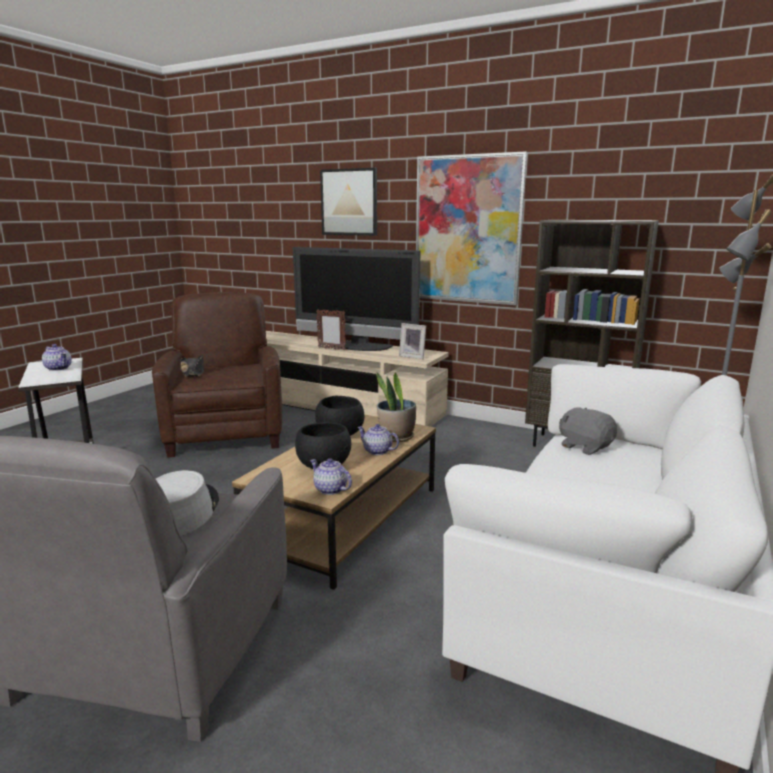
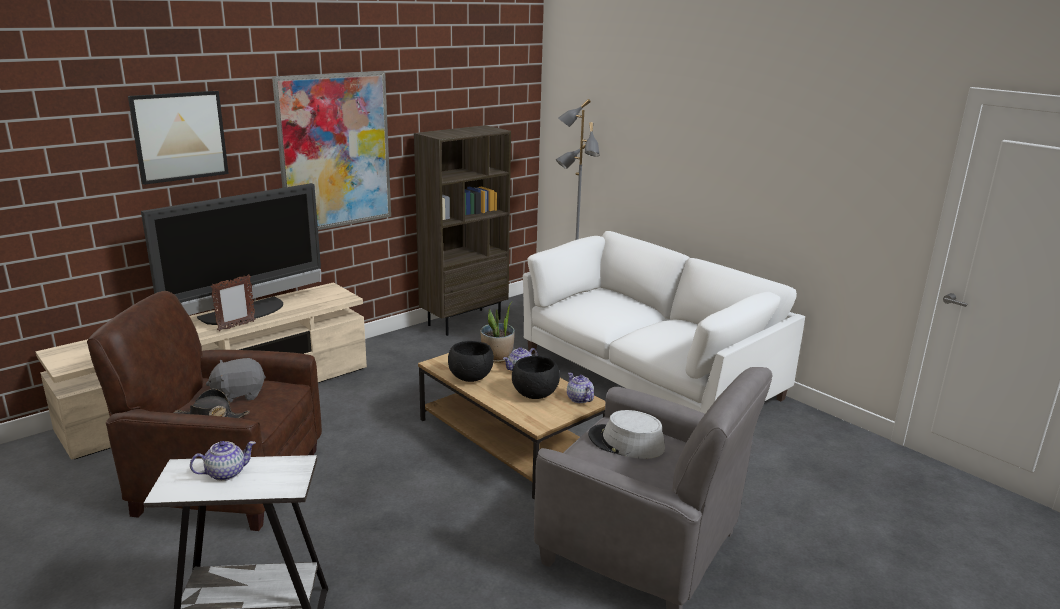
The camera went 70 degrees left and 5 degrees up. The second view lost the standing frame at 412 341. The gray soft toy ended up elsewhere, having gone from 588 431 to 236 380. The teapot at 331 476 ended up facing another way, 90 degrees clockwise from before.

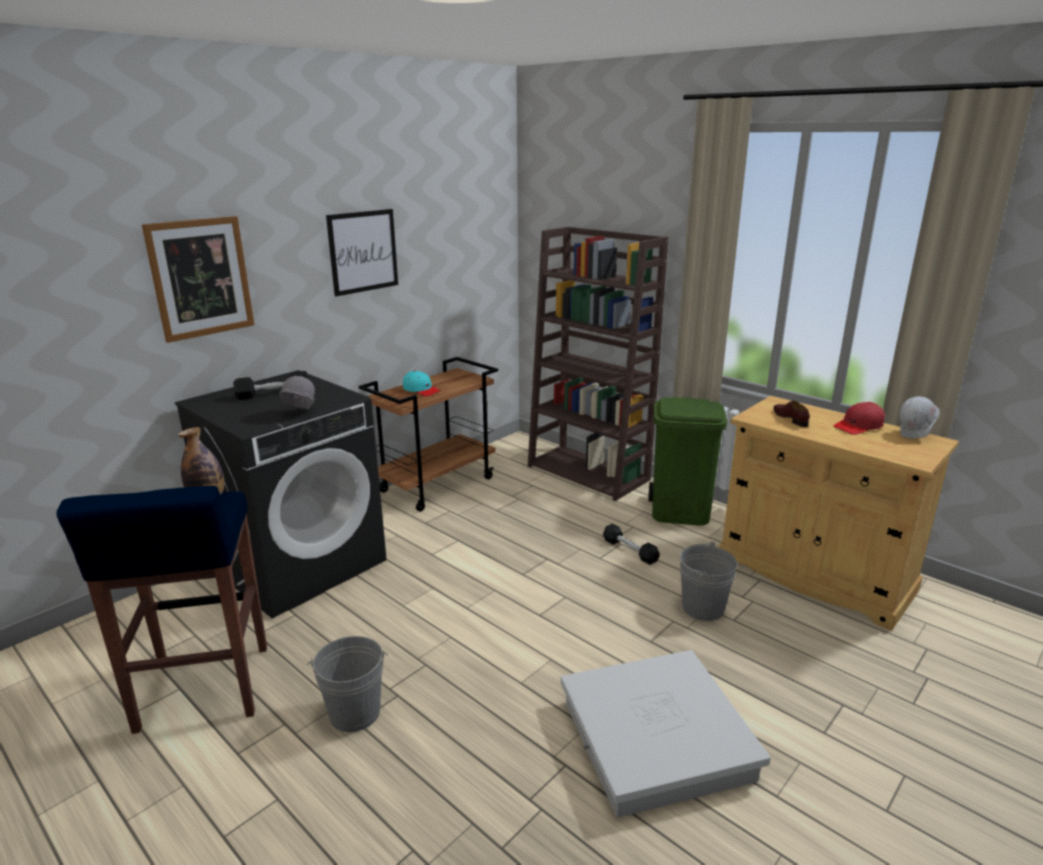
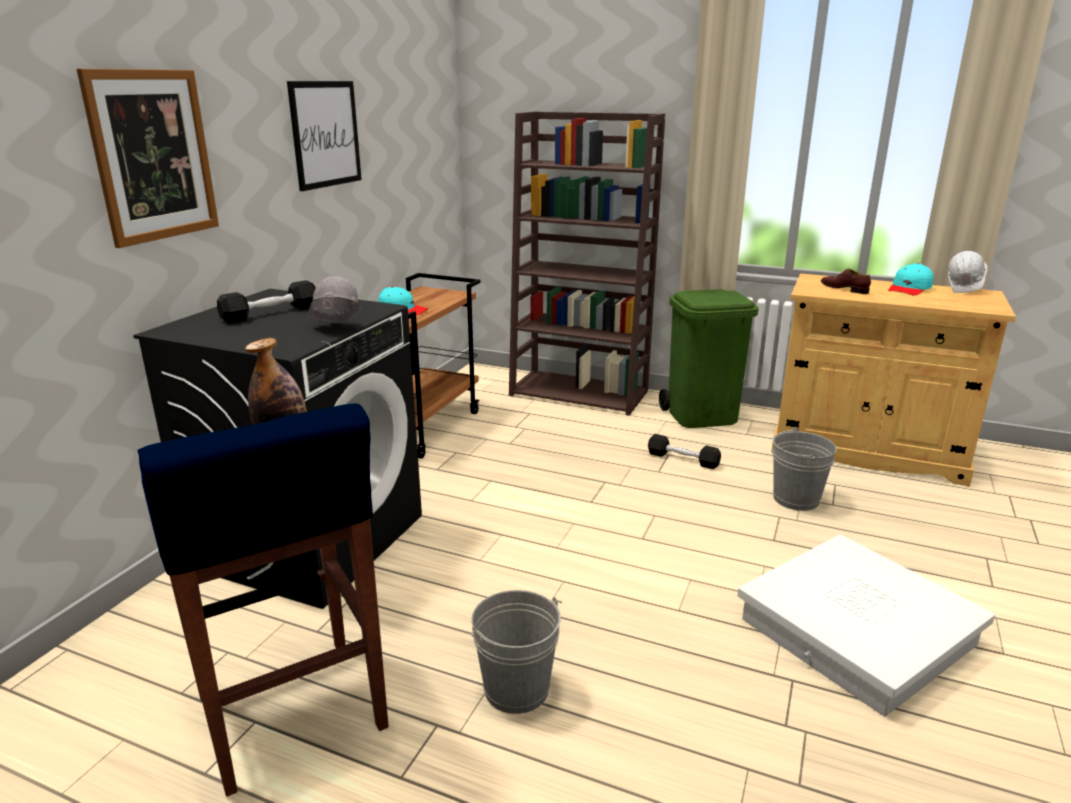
The camera went 20 degrees left and 0 degrees up. What was the red-coloured peaked cap at 859 418 turned into the blue-green peaked cap at 910 279.

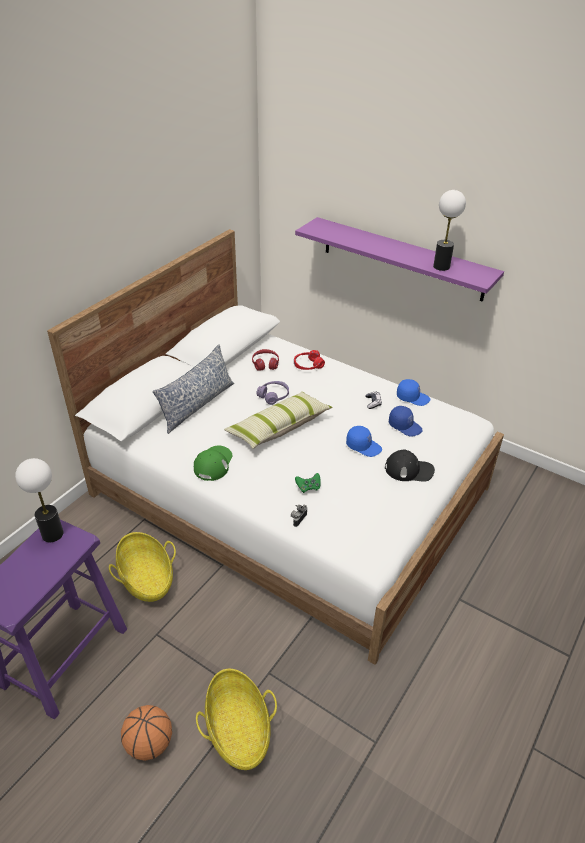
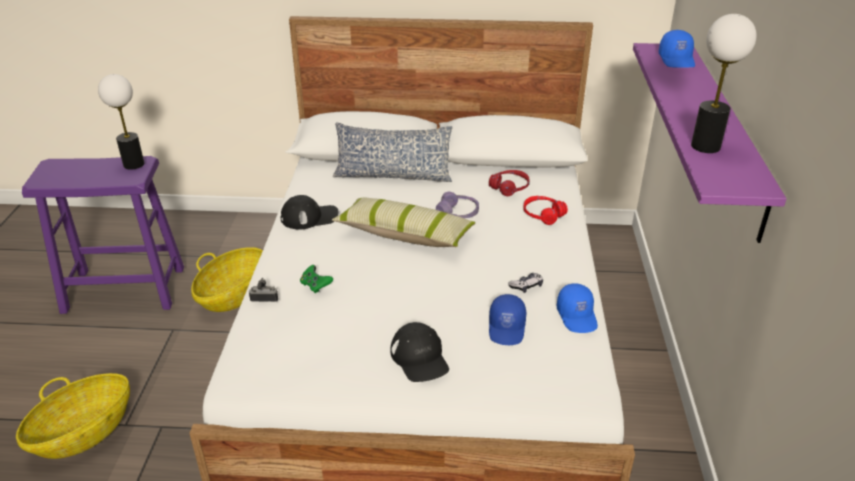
The camera went 60 degrees right and 5 degrees down. The second view lost the basketball at 146 733. The blue peaked cap ended up elsewhere, having gone from 364 441 to 677 49. What was the greenish peaked cap at 213 463 turned into the blackish peaked cap at 309 212.

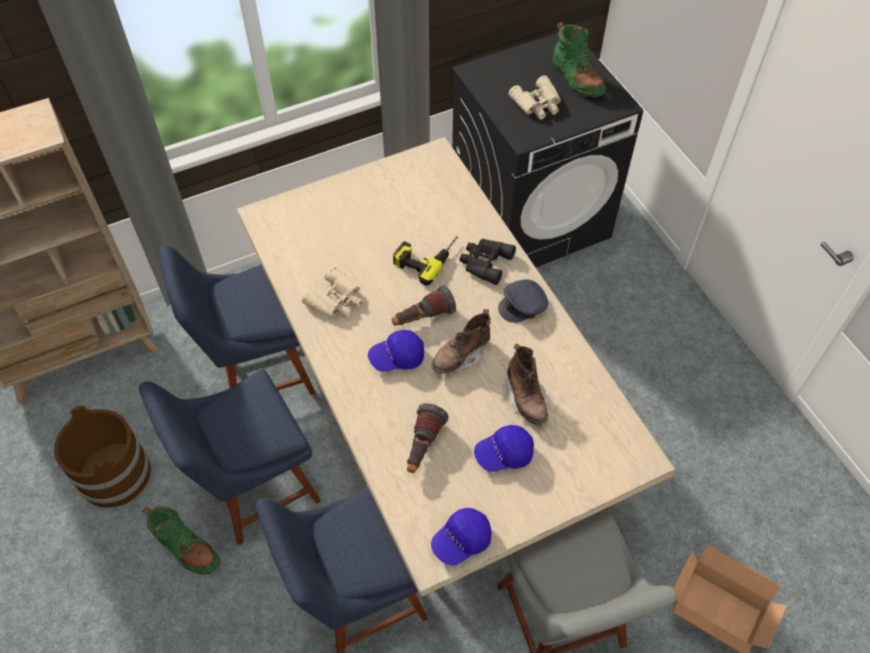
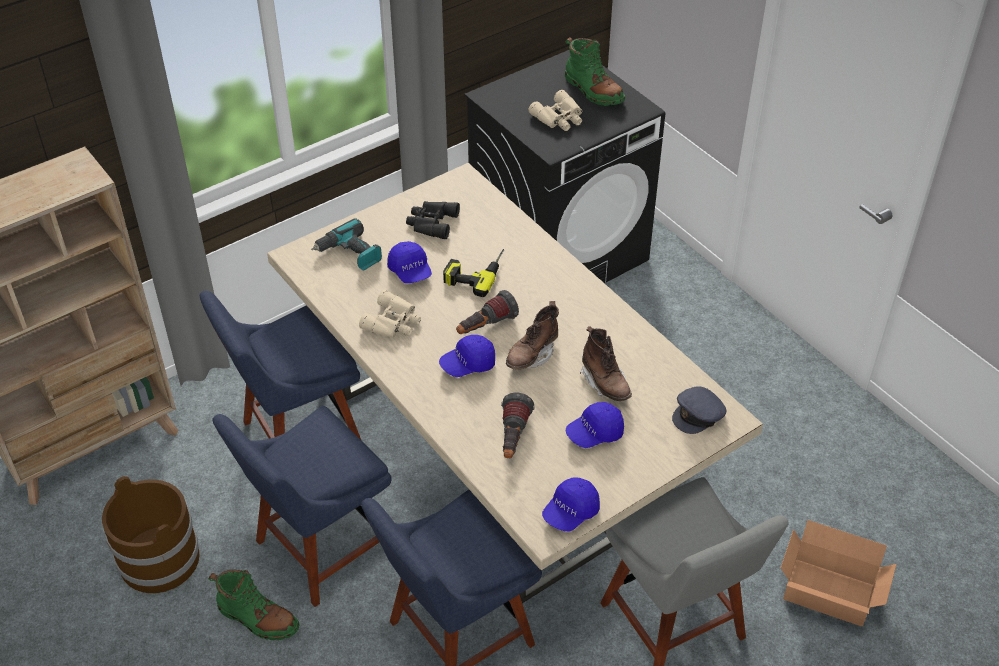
The camera went 10 degrees left and 10 degrees down. The second view gained the drill at 346 245. The second view gained the blue peaked cap at 409 262. The blackish pair of binoculars ended up elsewhere, having gone from 487 262 to 433 220. The gray peaked cap ended up elsewhere, having gone from 523 301 to 699 410.

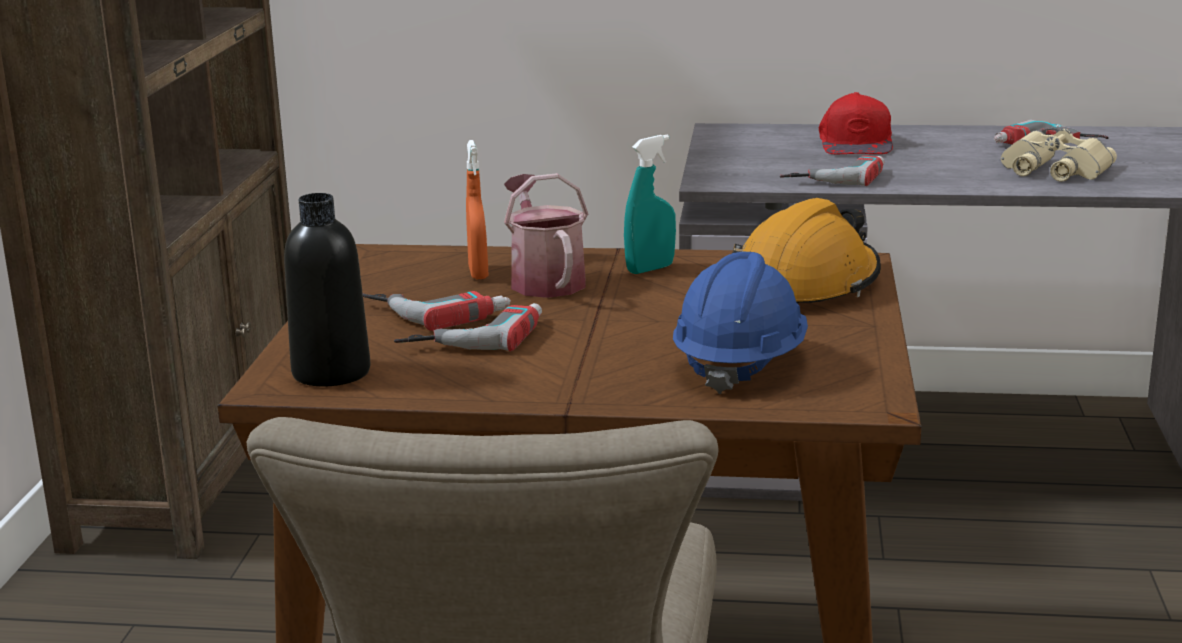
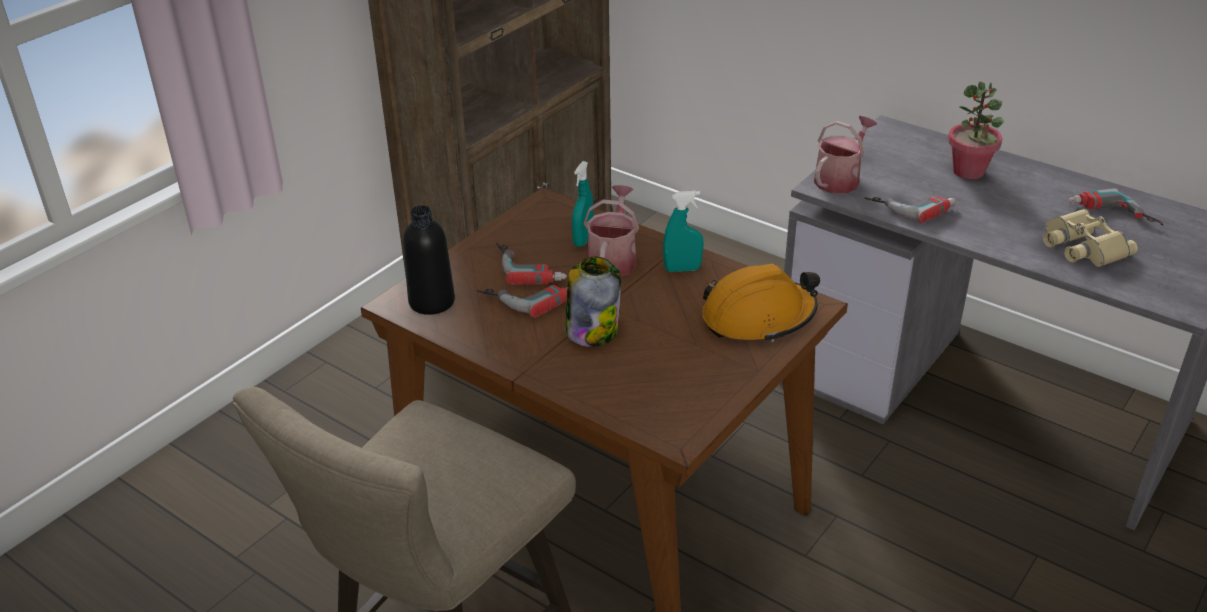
The camera went 30 degrees right and 15 degrees up. The second view lost the blue hard hat at 740 323. The second view gained the jar at 593 302. The second view gained the watering can at 845 154. Where the red-coloured peaked cap stood at 856 123, the houseplant came to stand at 976 130. What was the orange spray bottle at 477 209 turned into the blue-green spray bottle at 582 204.

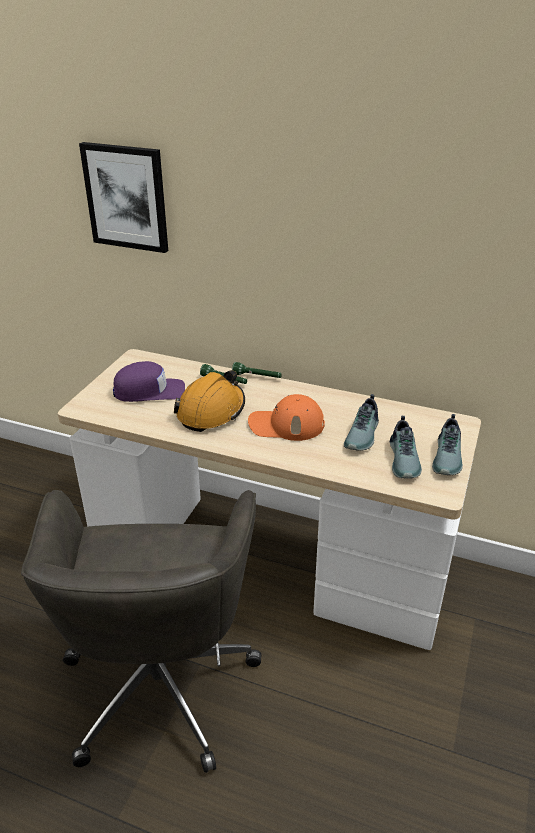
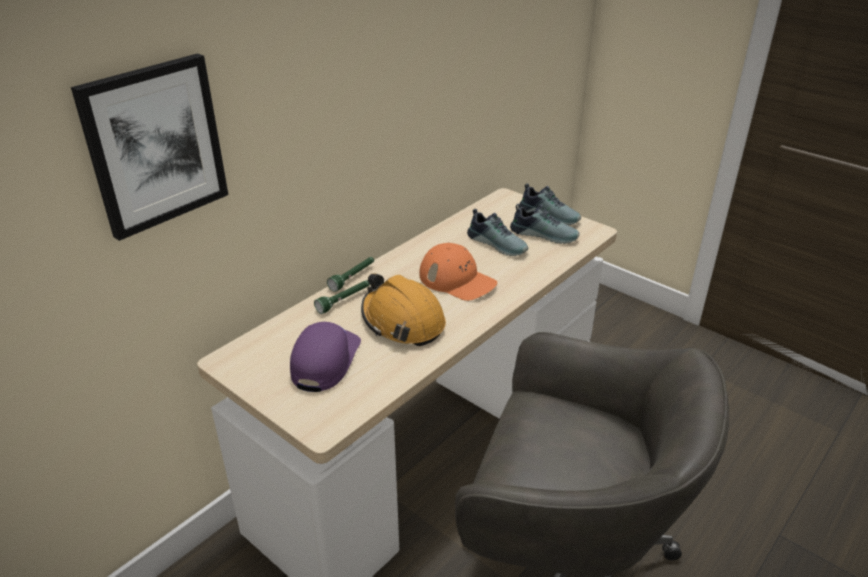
The camera went 70 degrees left and 0 degrees up. The orange peaked cap at 286 417 ended up facing another way, 75 degrees counterclockwise from before.

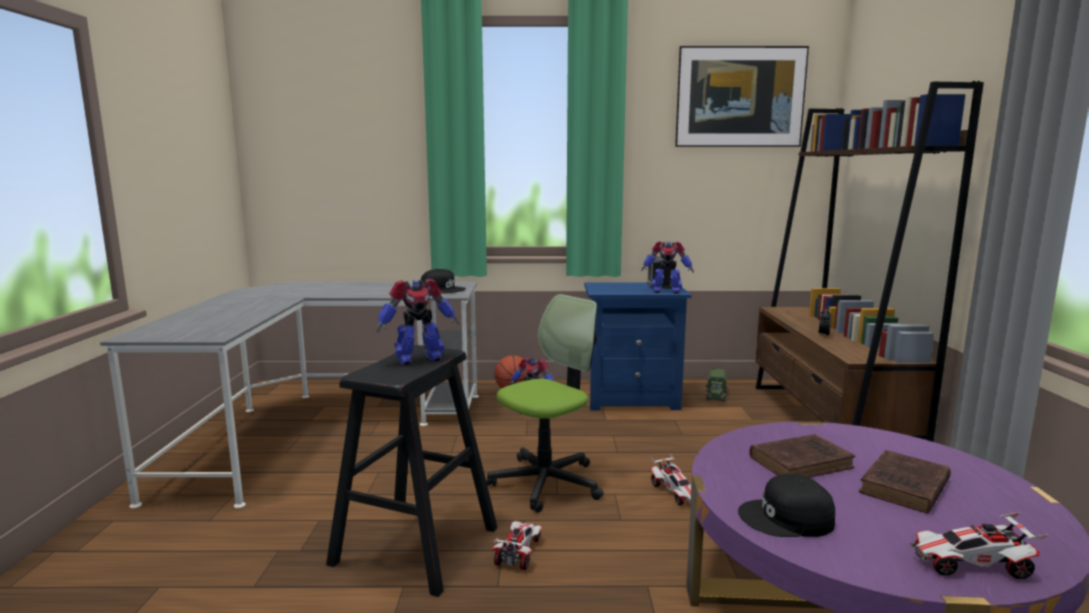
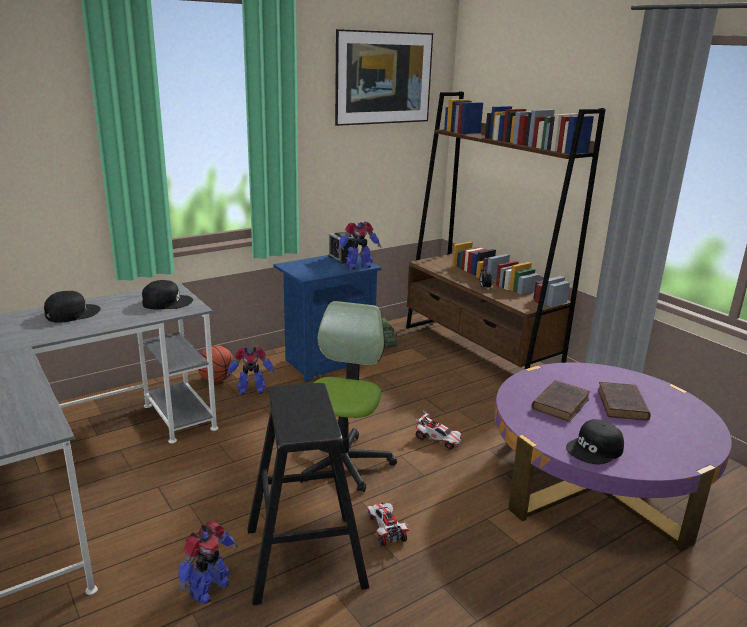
The camera went 35 degrees left and 10 degrees up. The second view lost the miniature car at 979 545. The second view gained the blackish peaked cap at 72 307. The model robot ended up elsewhere, having gone from 417 322 to 208 563.

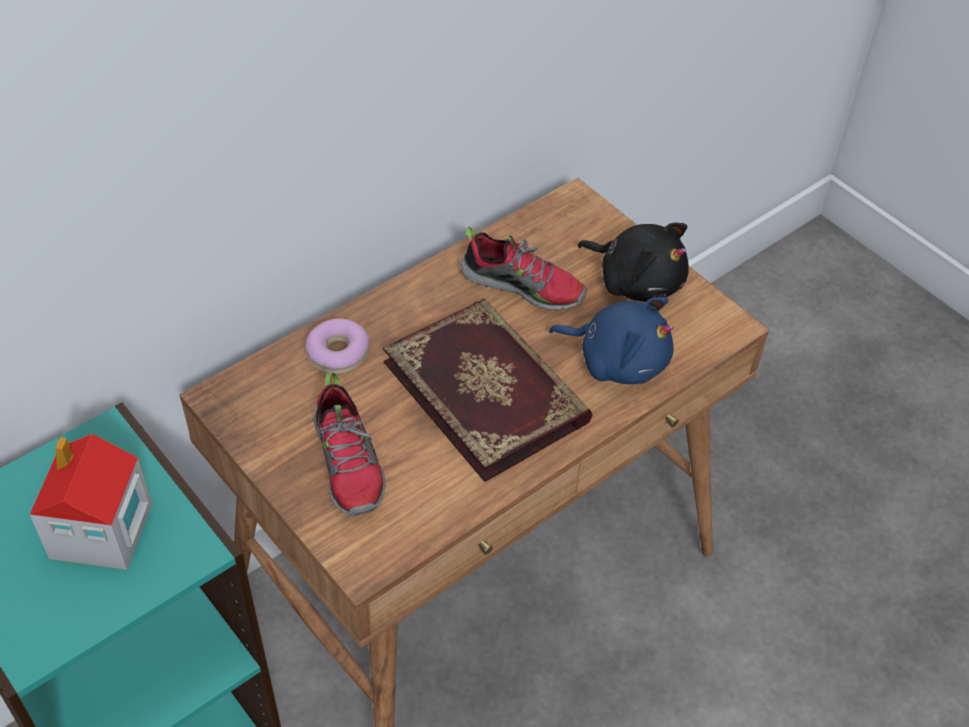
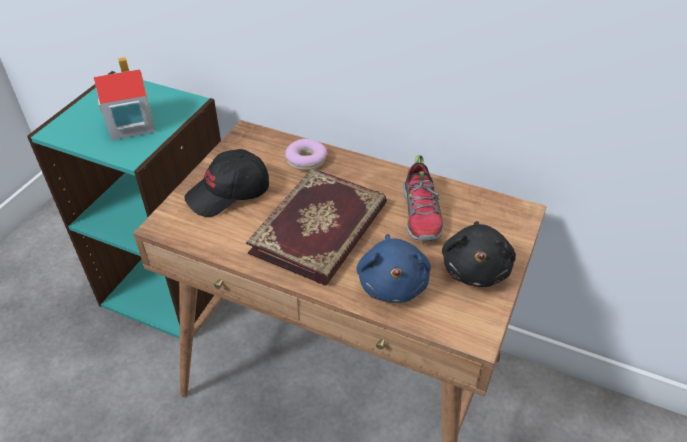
The camera went 65 degrees right and 5 degrees down. Where the low shoe stood at 350 444, the blackish peaked cap came to stand at 227 183.

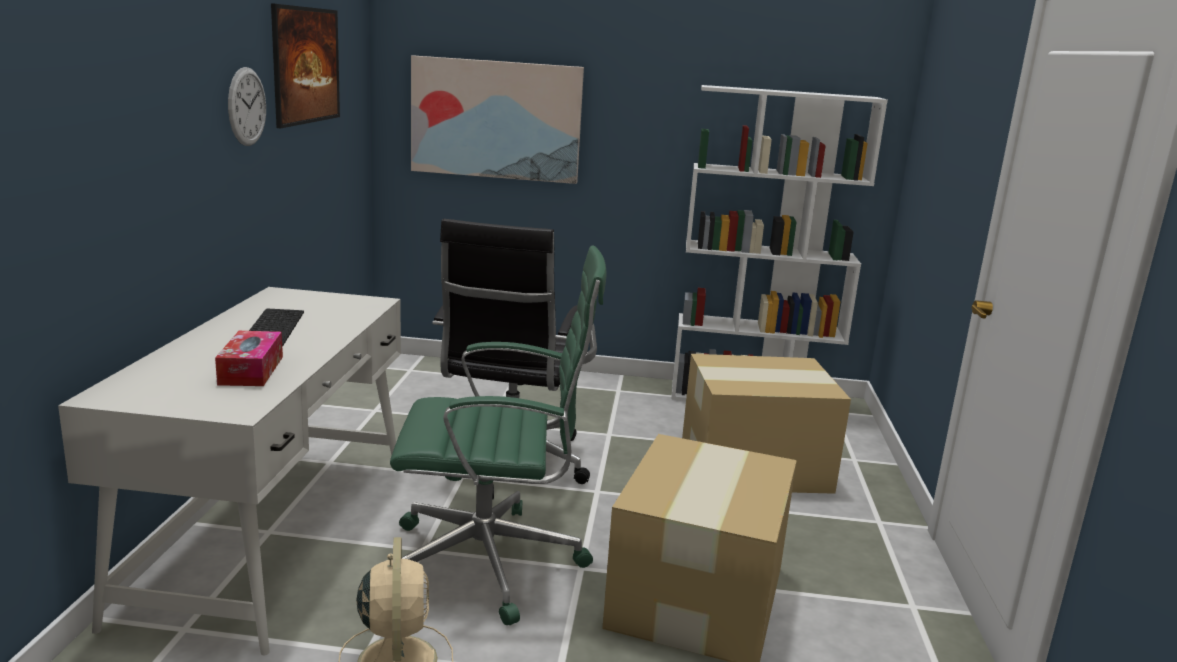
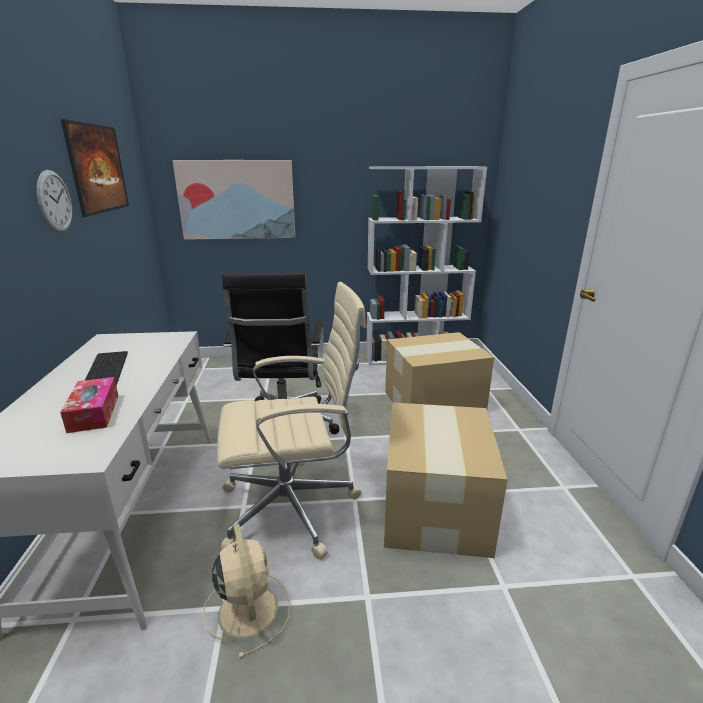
The camera went 10 degrees left and 5 degrees up. What was the greenish desk chair at 498 435 turned into the beige-coloured desk chair at 291 420.

